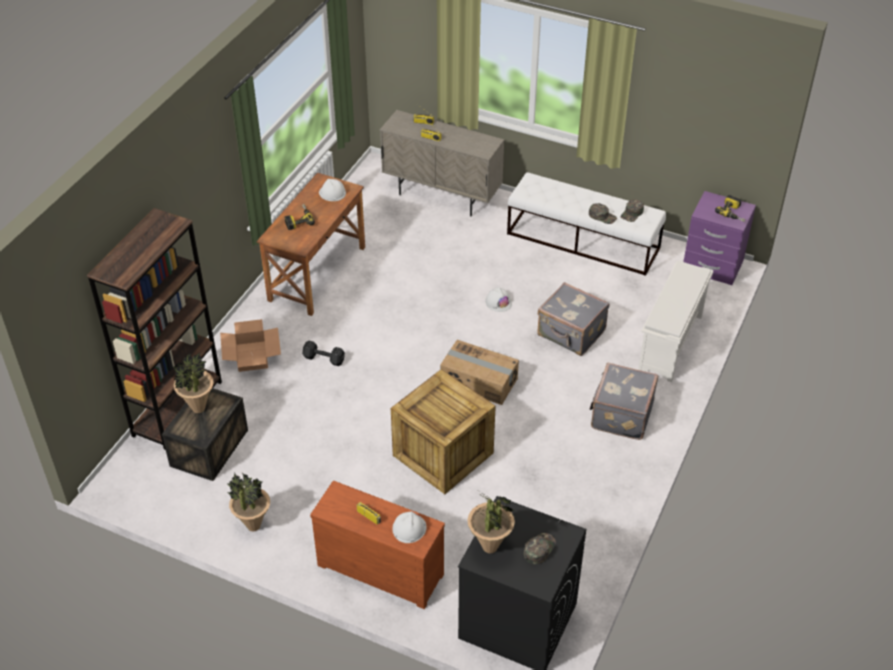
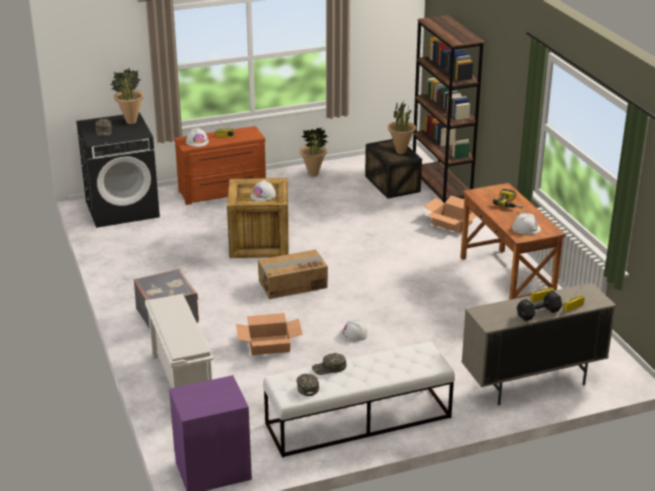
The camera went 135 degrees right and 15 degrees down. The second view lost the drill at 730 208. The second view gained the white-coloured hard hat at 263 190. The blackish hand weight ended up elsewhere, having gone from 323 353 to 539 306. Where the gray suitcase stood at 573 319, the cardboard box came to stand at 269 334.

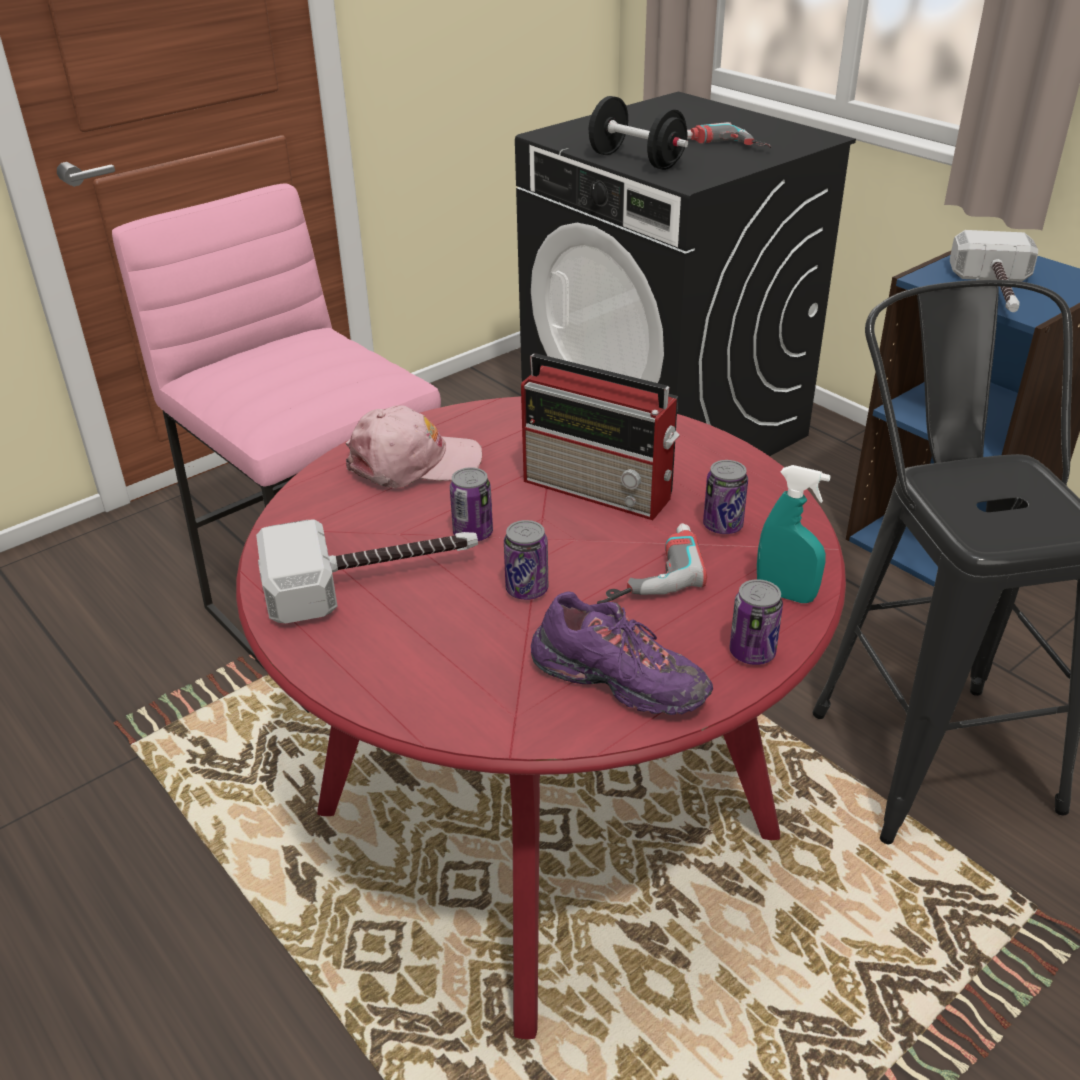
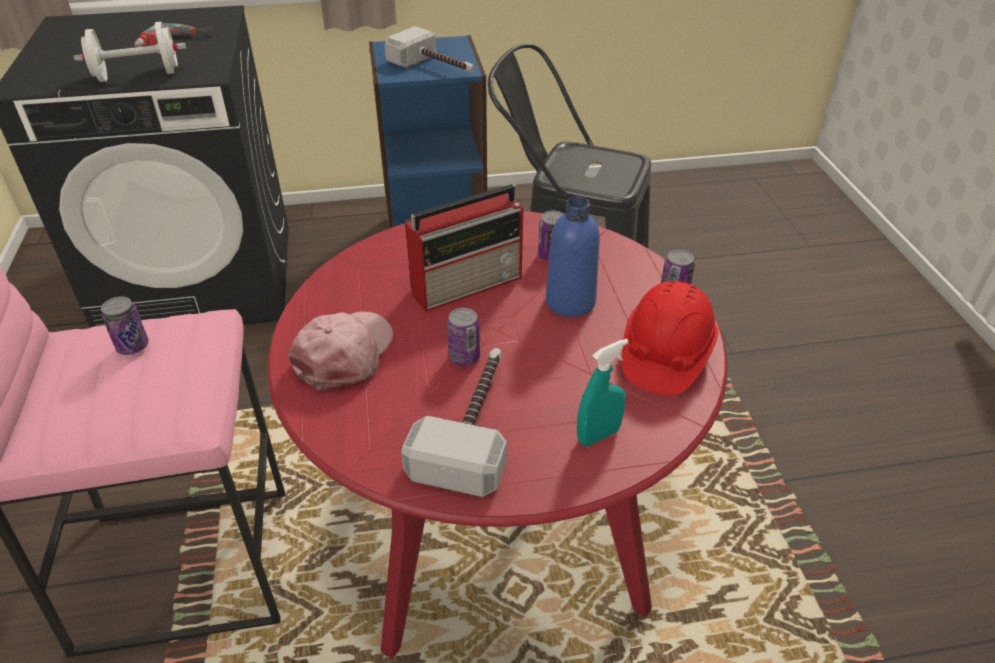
The camera went 60 degrees left and 5 degrees up. The can ended up elsewhere, having gone from 526 560 to 125 326. The blue-green spray bottle ended up elsewhere, having gone from 793 534 to 602 392. Where the purplish low shoe stood at 622 653, the red-coloured hard hat came to stand at 670 338. Where the drill stood at 652 563, the blue beverage bottle came to stand at 573 256. What was the blackish hand weight at 638 133 turned into the white-coloured hand weight at 130 52.

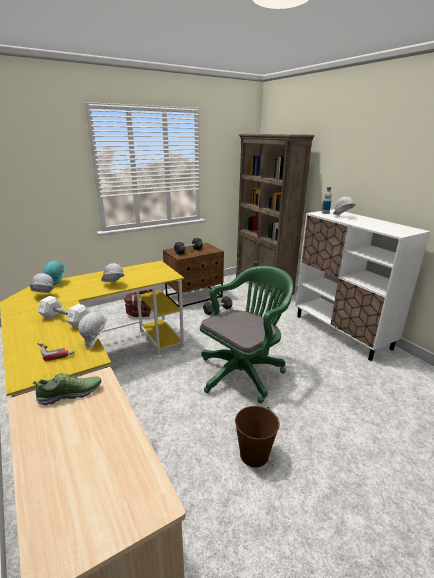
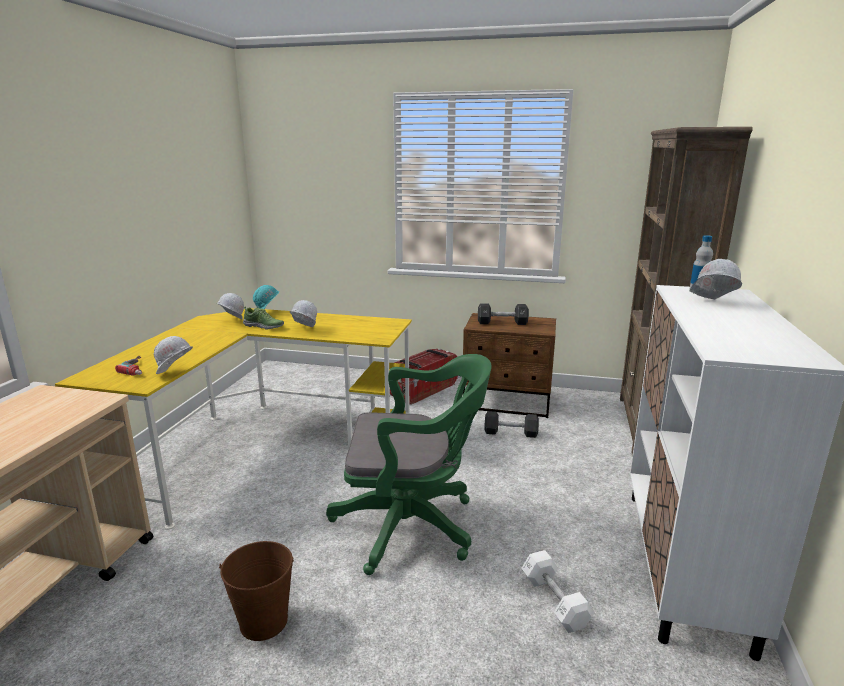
The camera went 45 degrees right and 5 degrees down. The low shoe ended up elsewhere, having gone from 66 389 to 263 317. The white-coloured hand weight ended up elsewhere, having gone from 64 312 to 557 591.

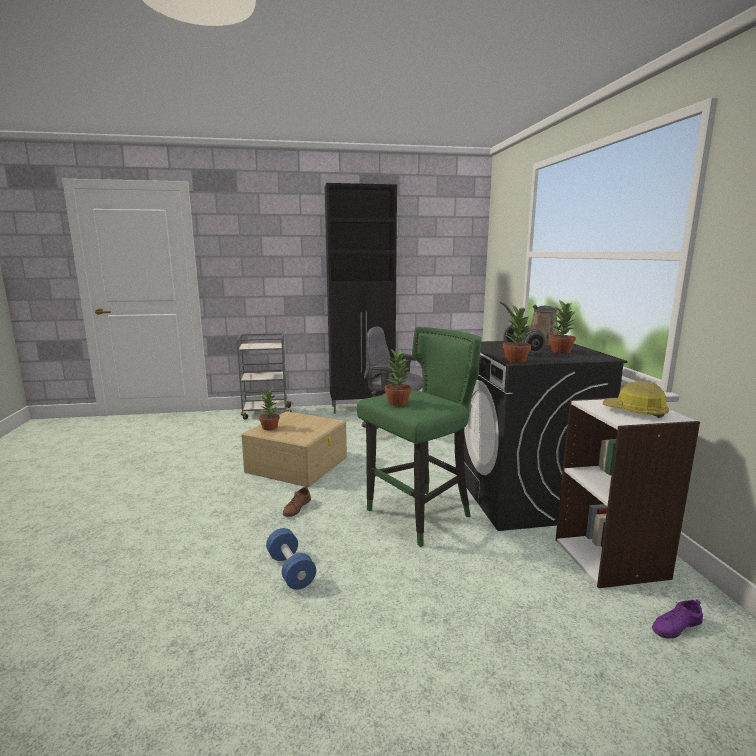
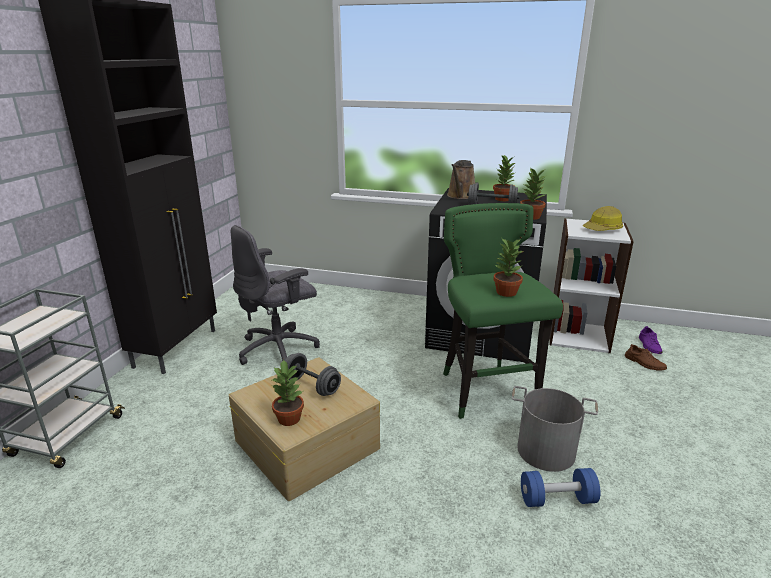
The camera went 65 degrees left and 10 degrees up. The second view gained the gray hand weight at 313 374. The second view gained the gray bucket at 555 429. The brownish low shoe ended up elsewhere, having gone from 297 501 to 646 357.

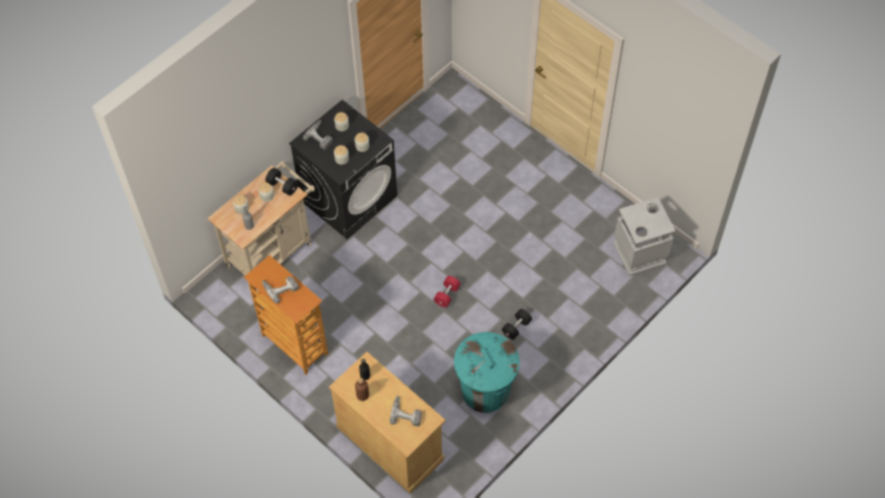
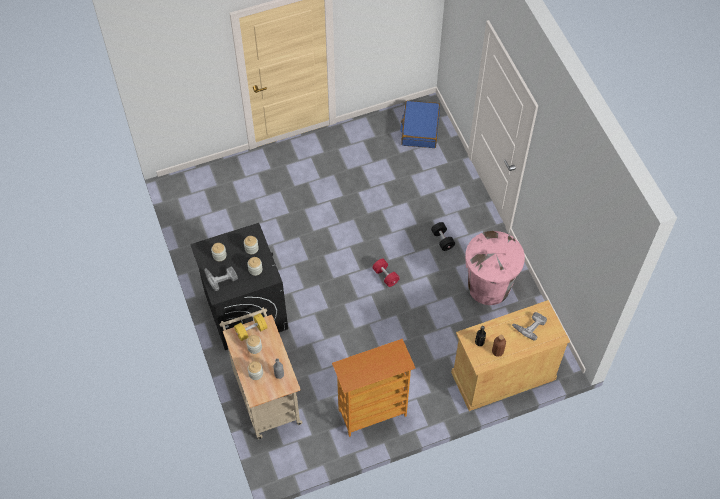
The camera went 65 degrees left and 0 degrees up. The second view lost the drill at 280 290. Where the gray waste bin stood at 644 236, the blue suitcase came to stand at 420 124. What was the blackish hand weight at 281 182 turned into the yellow-coloured hand weight at 251 327. What was the blue-green waste bin at 487 372 turned into the pinkish waste bin at 495 268.

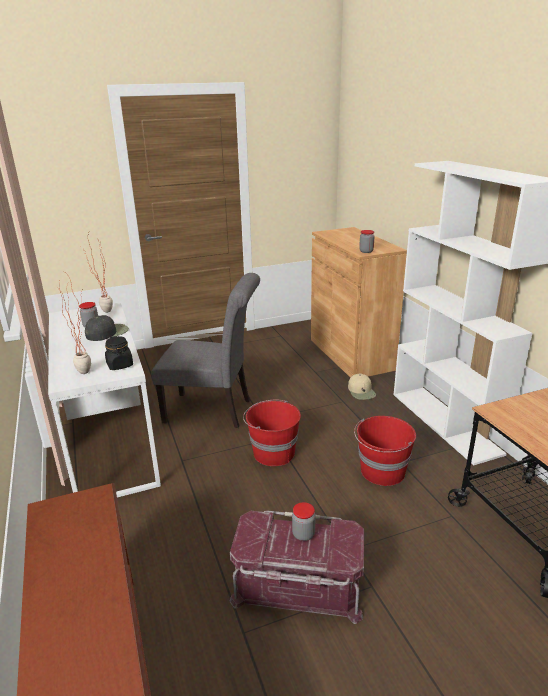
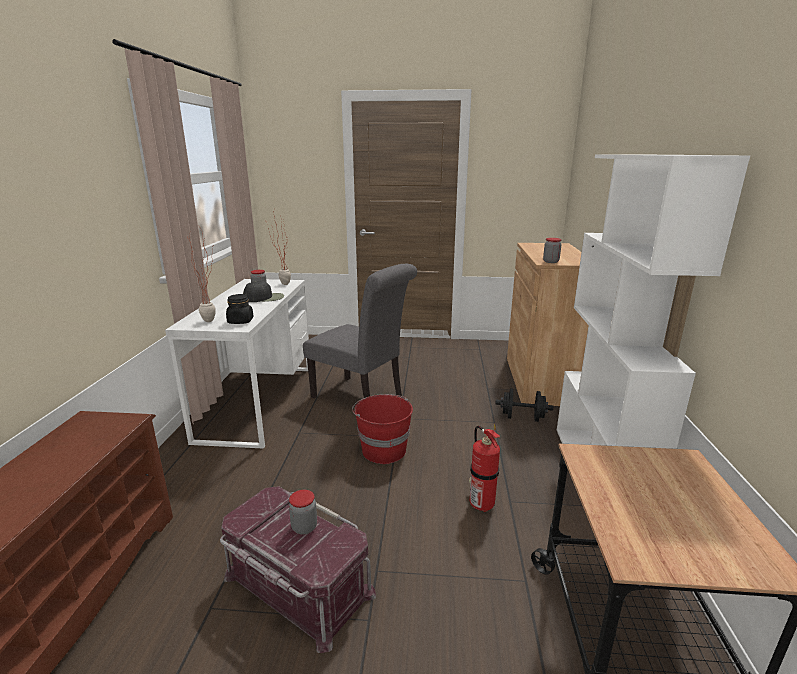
The camera went 25 degrees right and 5 degrees down. Where the beige-coloured peaked cap stood at 362 386, the blackish hand weight came to stand at 524 405. Where the red-coloured bucket stood at 385 451, the fire extinguisher came to stand at 484 468.

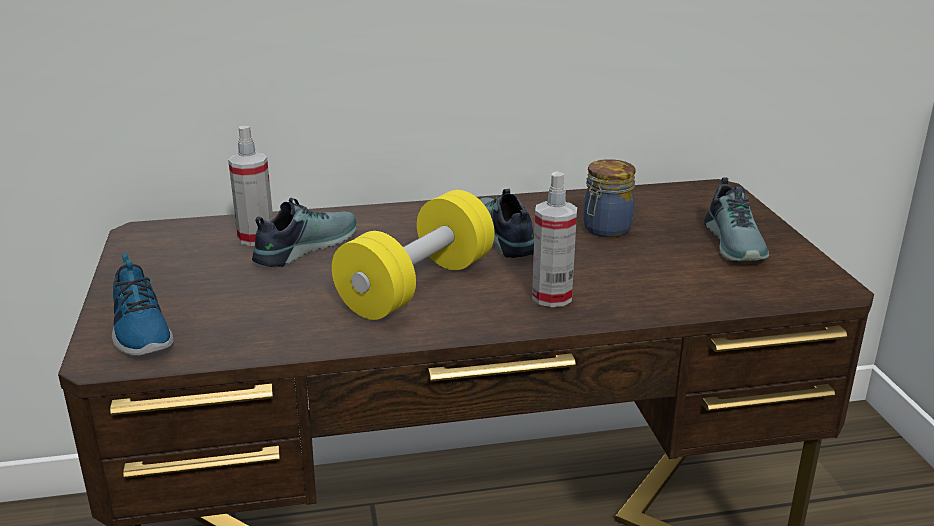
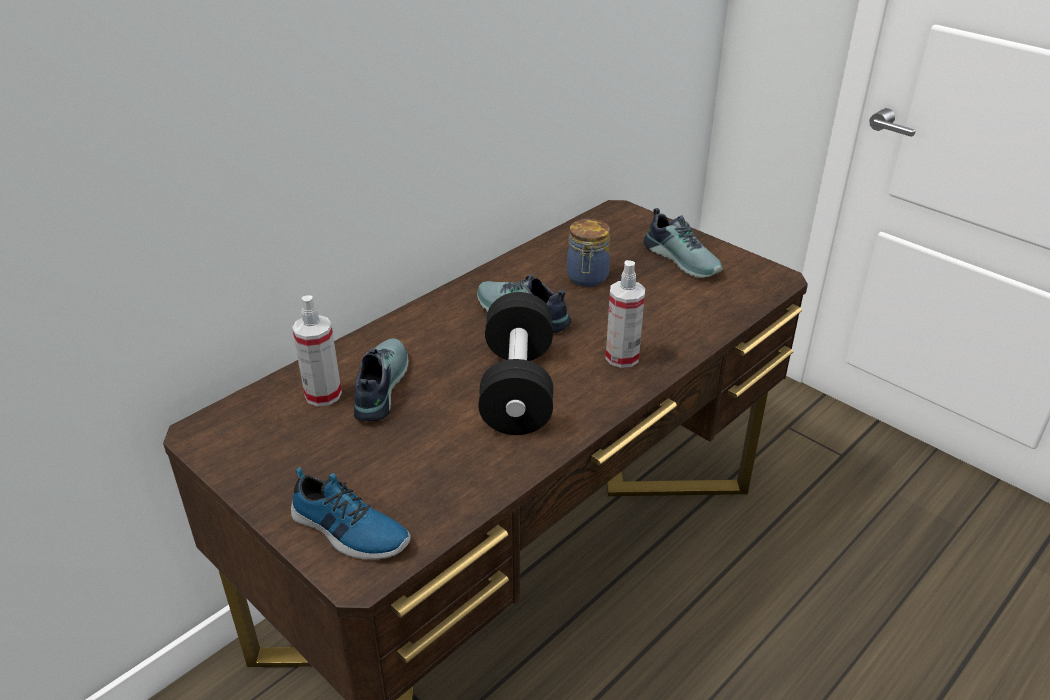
The camera went 35 degrees left and 10 degrees up. What was the yellow-coloured hand weight at 413 255 turned into the blackish hand weight at 516 363.

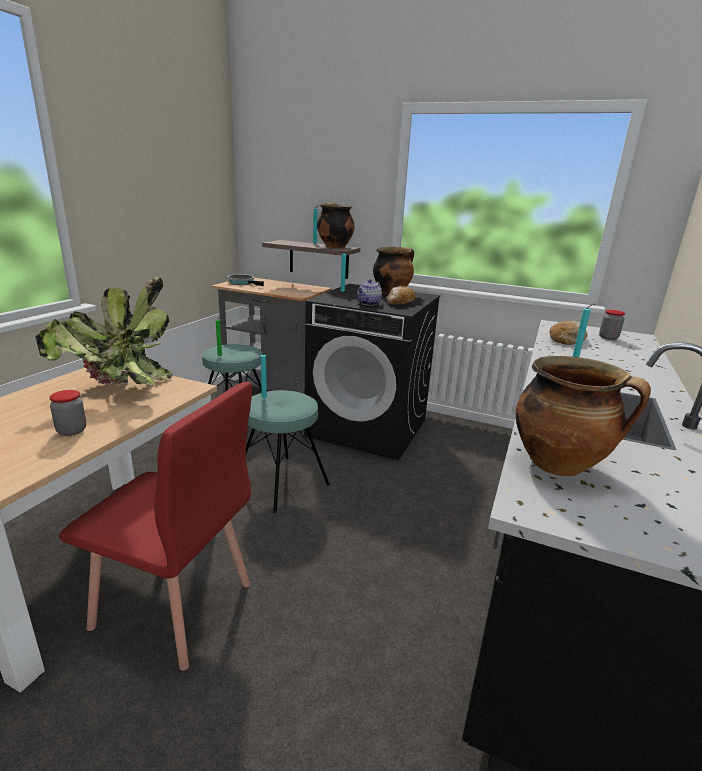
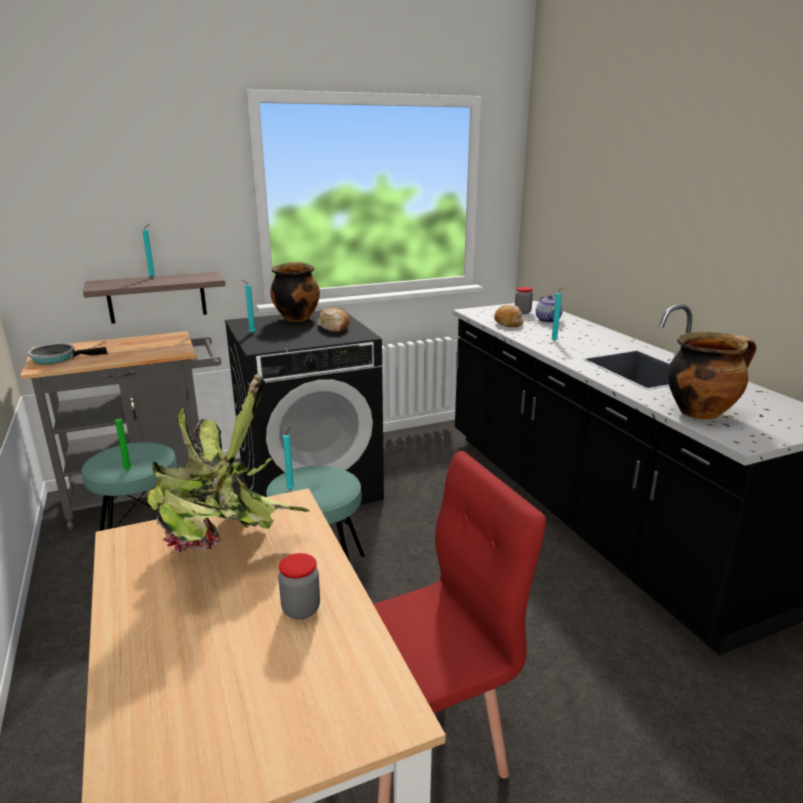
The camera went 45 degrees left and 0 degrees up. The second view lost the cooking pot at 336 226. The teapot ended up elsewhere, having gone from 369 292 to 549 309.

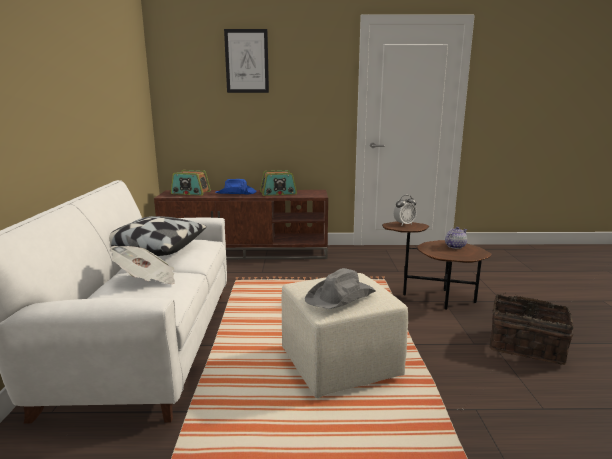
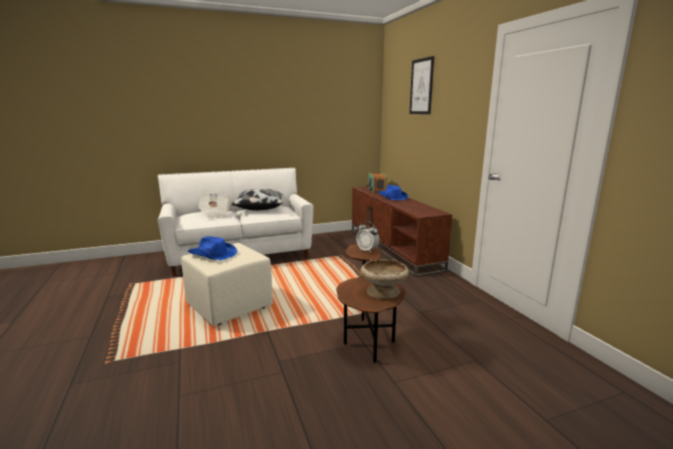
The camera went 70 degrees right and 0 degrees up. The second view lost the radio receiver at 278 183. The second view lost the household basket at 531 329. Where the teapot stood at 456 238, the beige-coloured serving bowl came to stand at 384 279. What was the gray clothing hat at 340 288 turned into the blue clothing hat at 212 248.

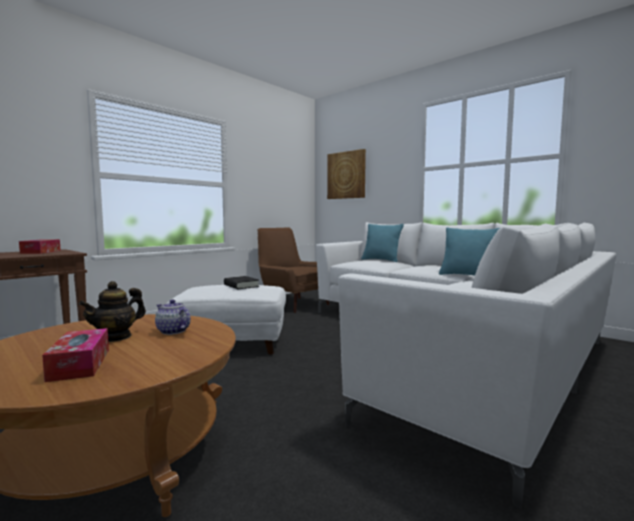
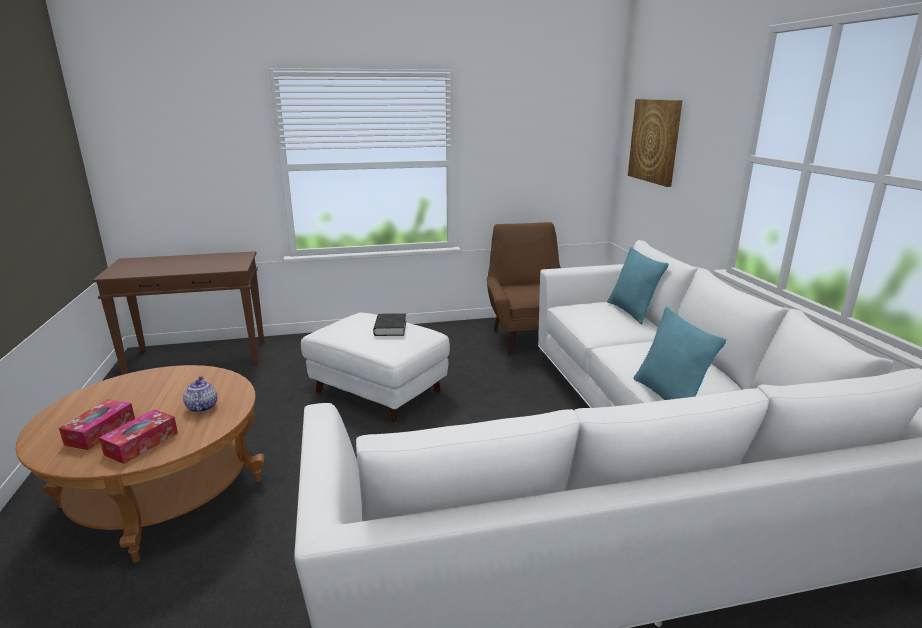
The camera went 35 degrees right and 15 degrees up. The second view lost the teapot at 112 311. The box of tissues ended up elsewhere, having gone from 40 246 to 138 436.

